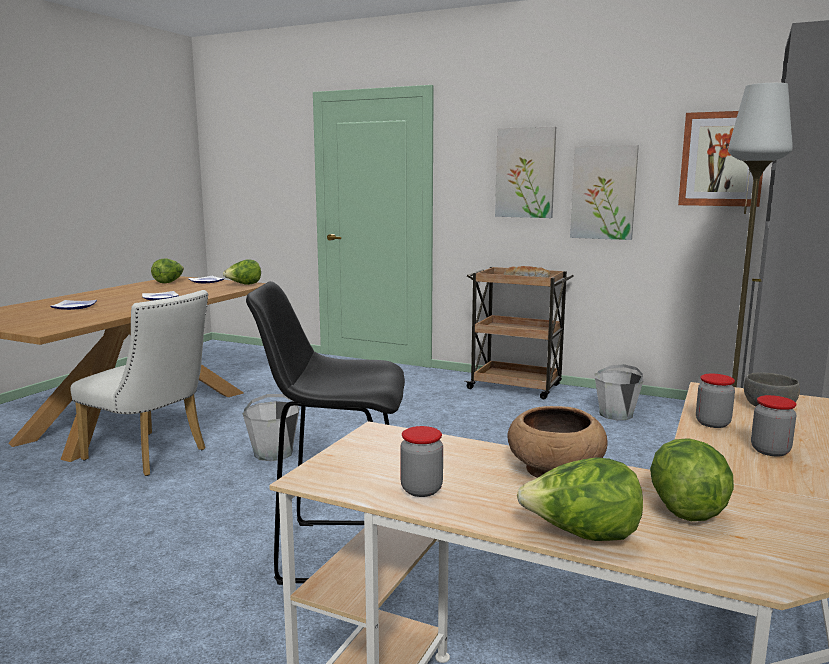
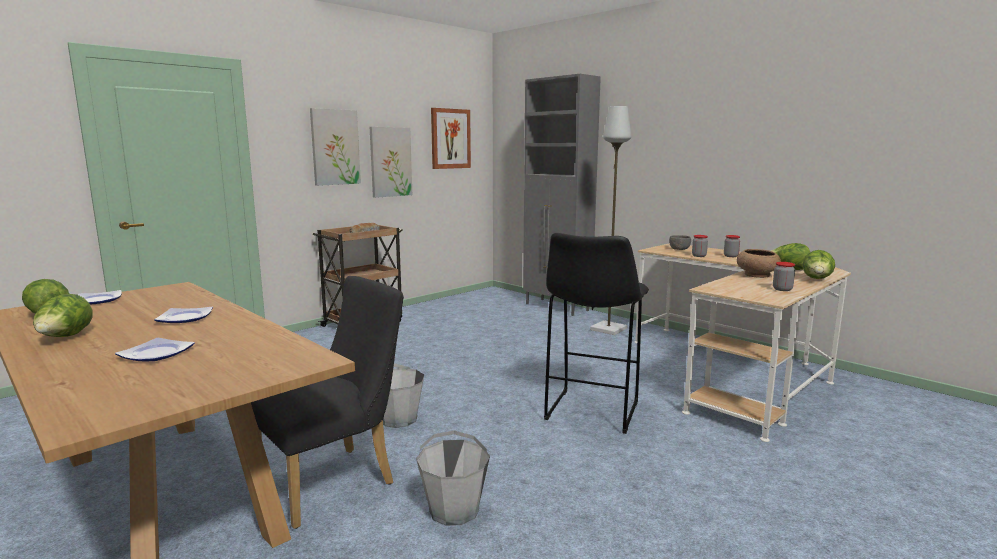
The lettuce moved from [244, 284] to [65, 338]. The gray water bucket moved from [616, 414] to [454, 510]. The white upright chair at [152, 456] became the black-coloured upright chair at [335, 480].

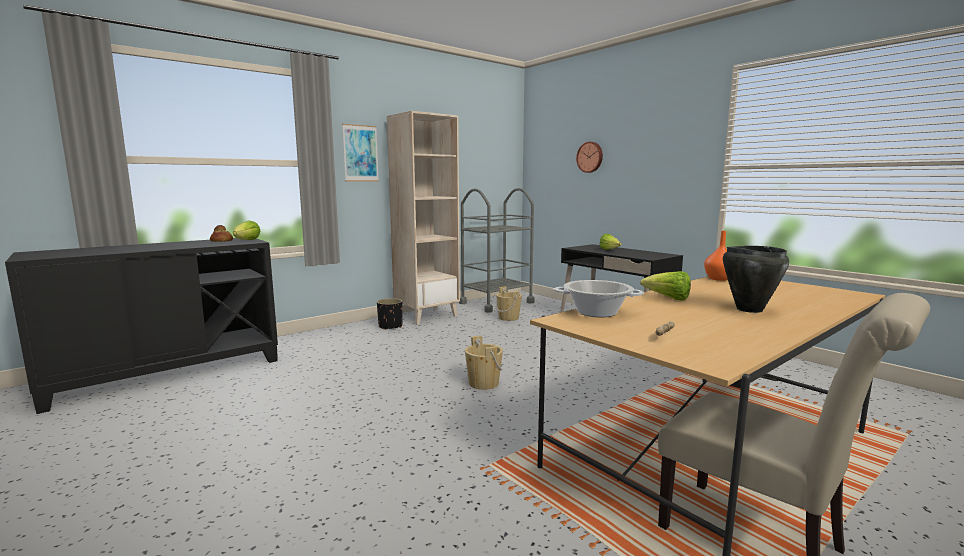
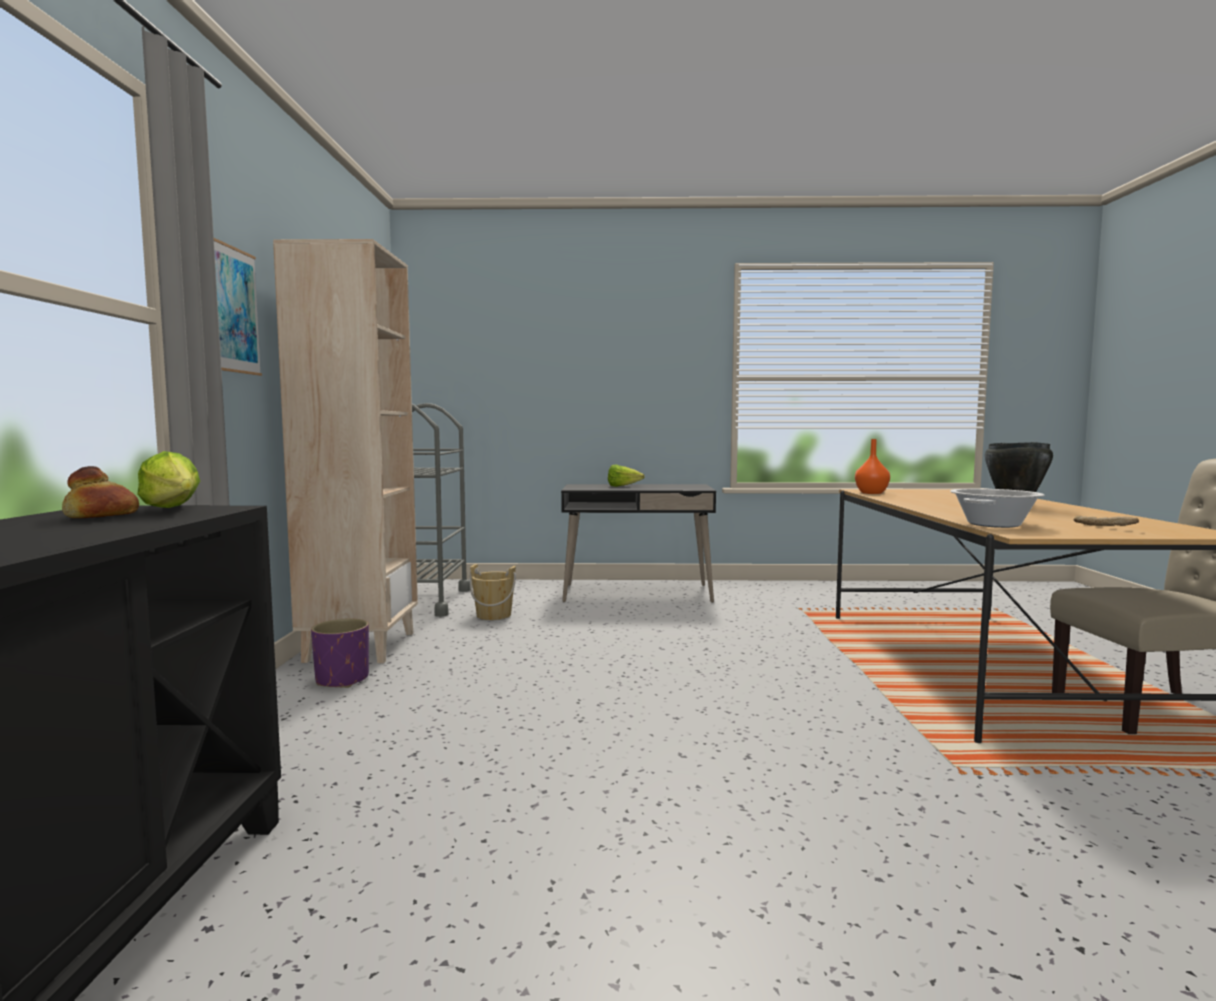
The beige water bucket at [483, 383] disappeared. The wall clock at [590, 157] disappeared. The lettuce at [668, 298] disappeared. The black-coloured planter at [390, 326] became the purplish planter at [342, 680].

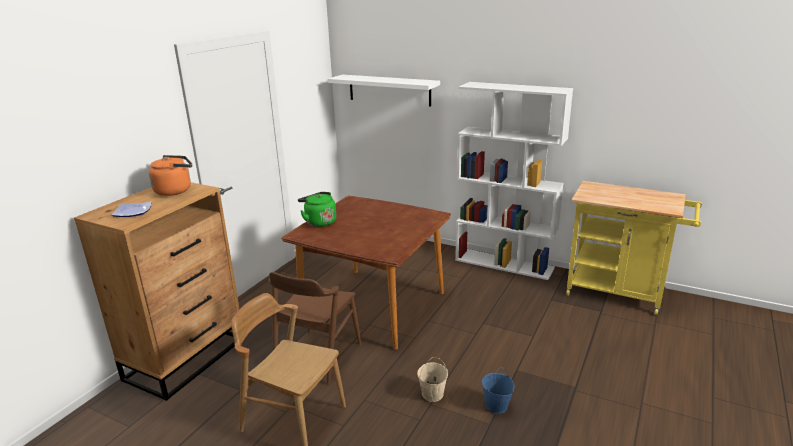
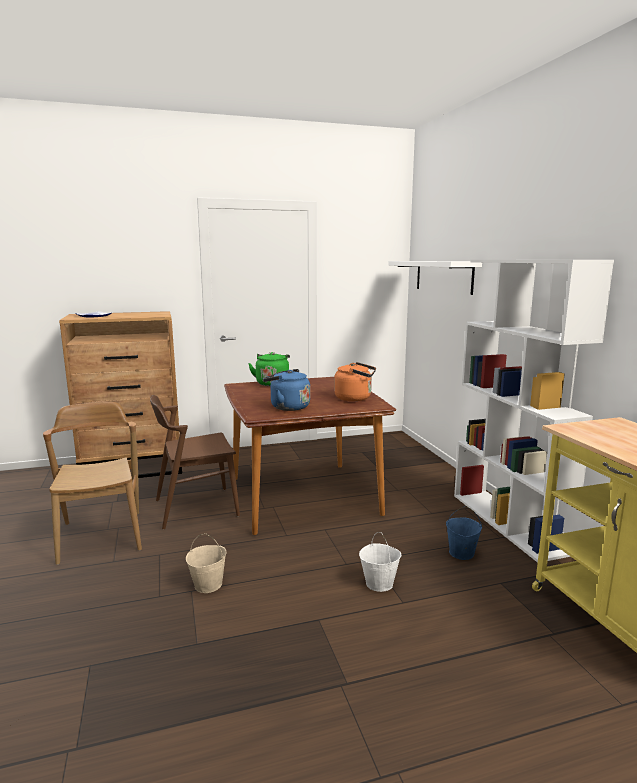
The blue water kettle at [287, 407] appeared. The white water bucket at [379, 583] appeared. The orange water kettle moved from [175, 190] to [355, 398]. The blue water bucket moved from [496, 405] to [461, 553].

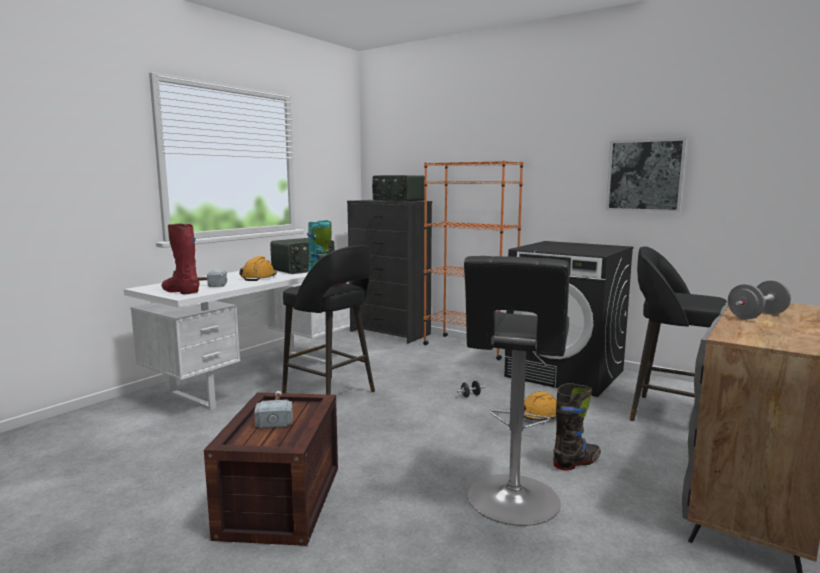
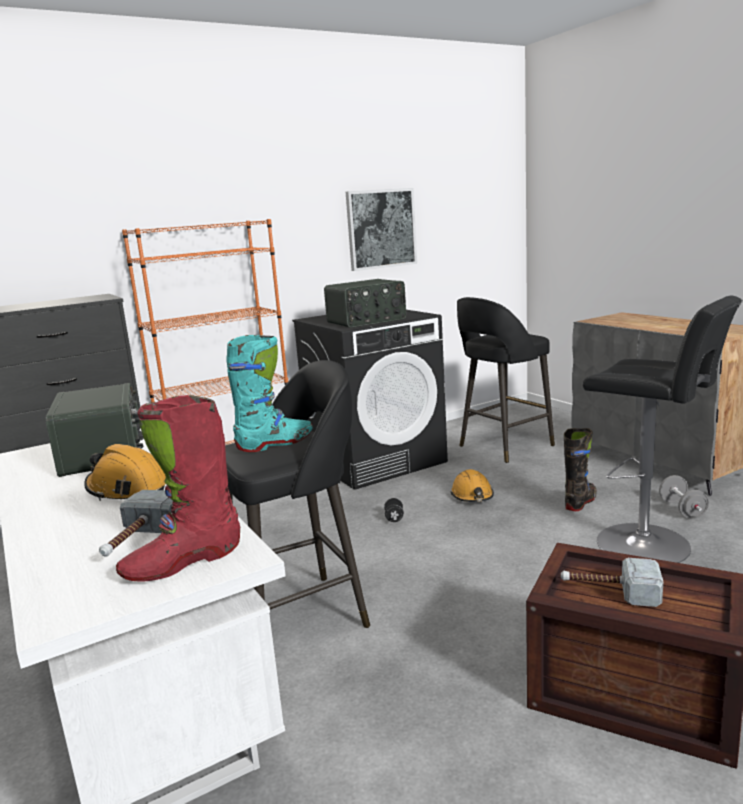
The radio set moved from [398, 200] to [367, 321]. The gray dumbbell moved from [757, 316] to [682, 509]. The black-coloured high-top boot at [576, 462] turned 45 degrees clockwise.

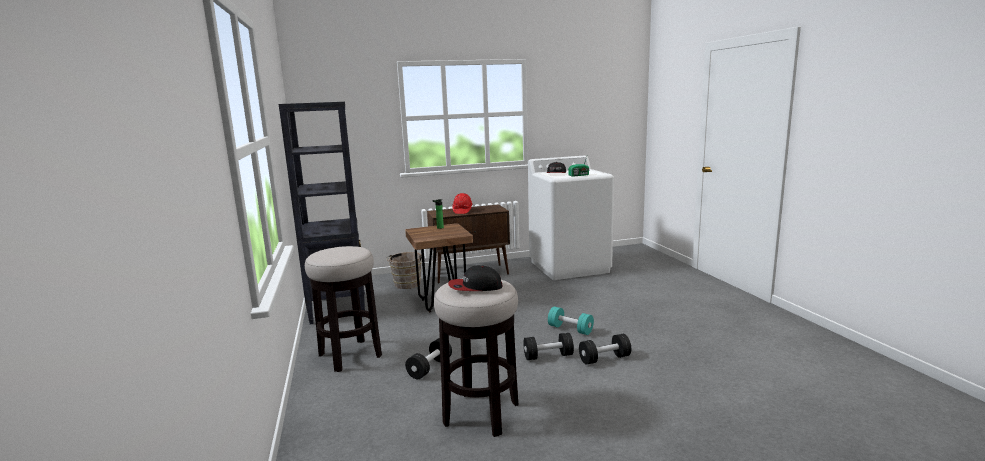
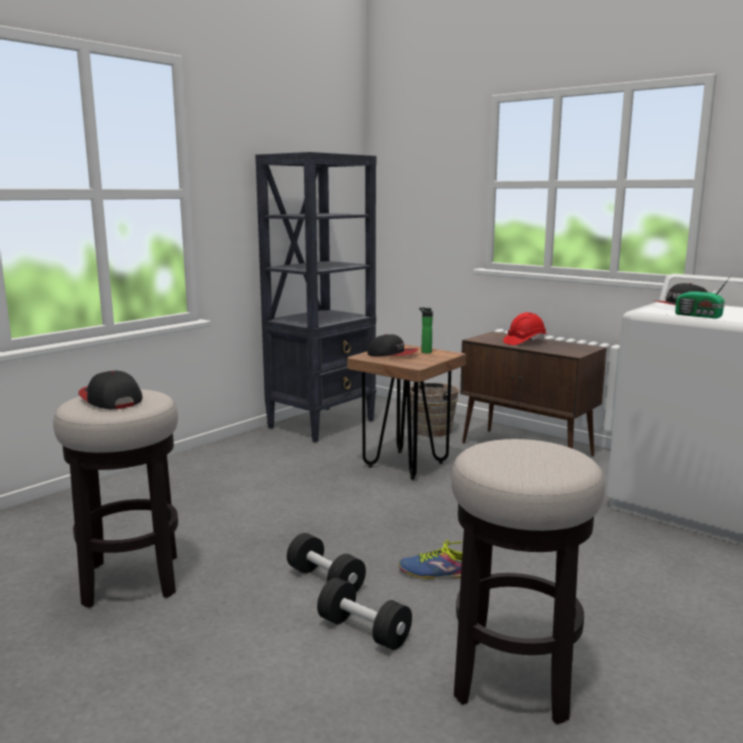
The black-coloured dumbbell at [430, 368] disappeared. The baseball cap at [393, 354] appeared. The sitting stool moved from [350, 355] to [515, 679]. The turquoise-coloured dumbbell at [570, 329] was replaced by the low shoe at [437, 573].

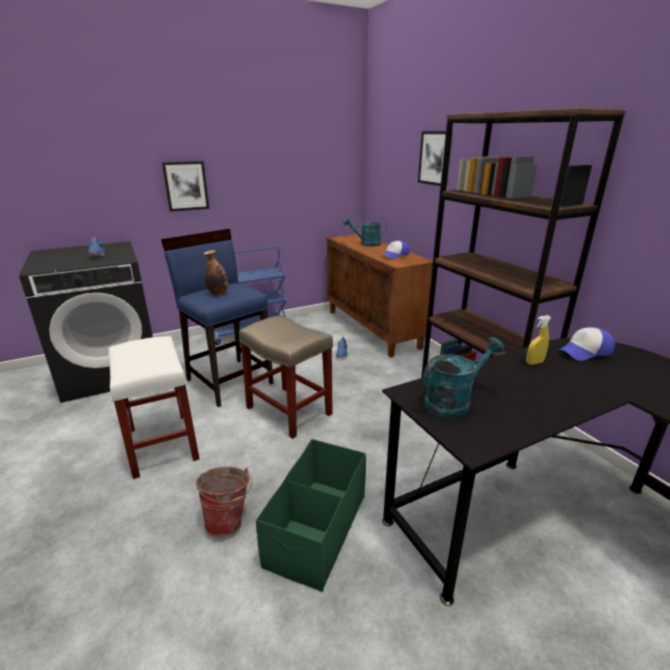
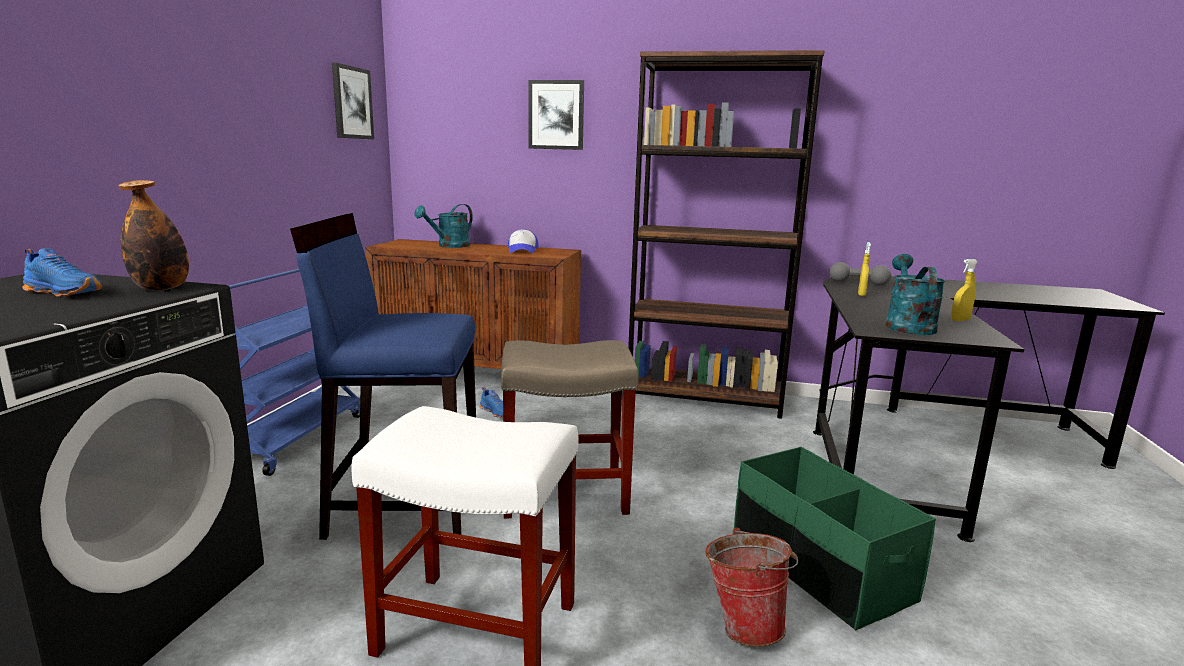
The yellowish hand sprayer at [960, 320] appeared. The wall art moved from [186, 186] to [351, 103]. The drink bottle moved from [218, 293] to [161, 289]. The baseball cap at [585, 351] was replaced by the gray dumbbell at [858, 283].

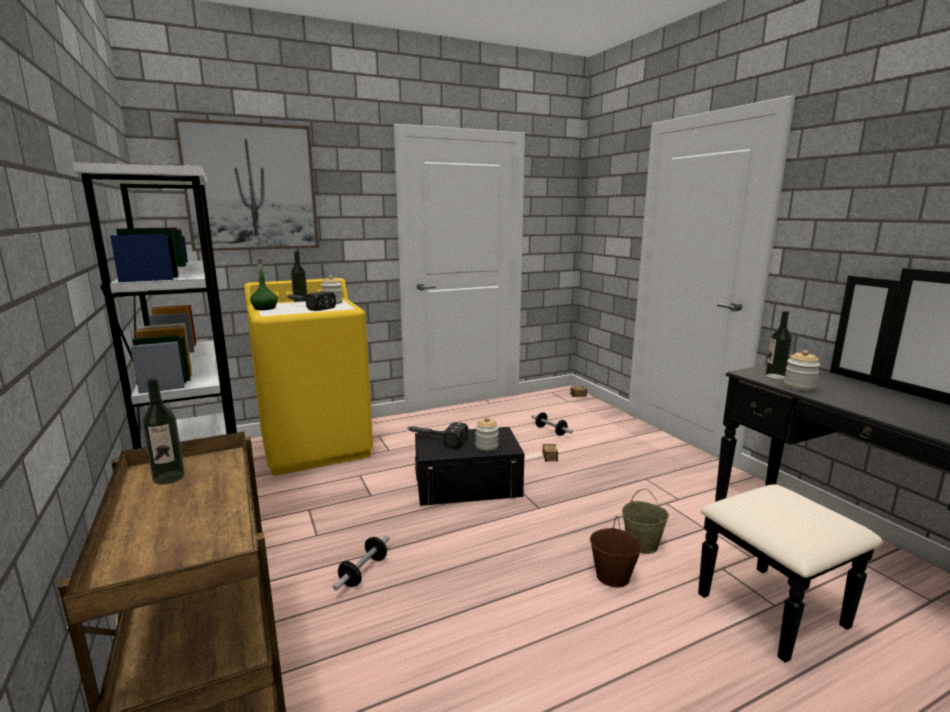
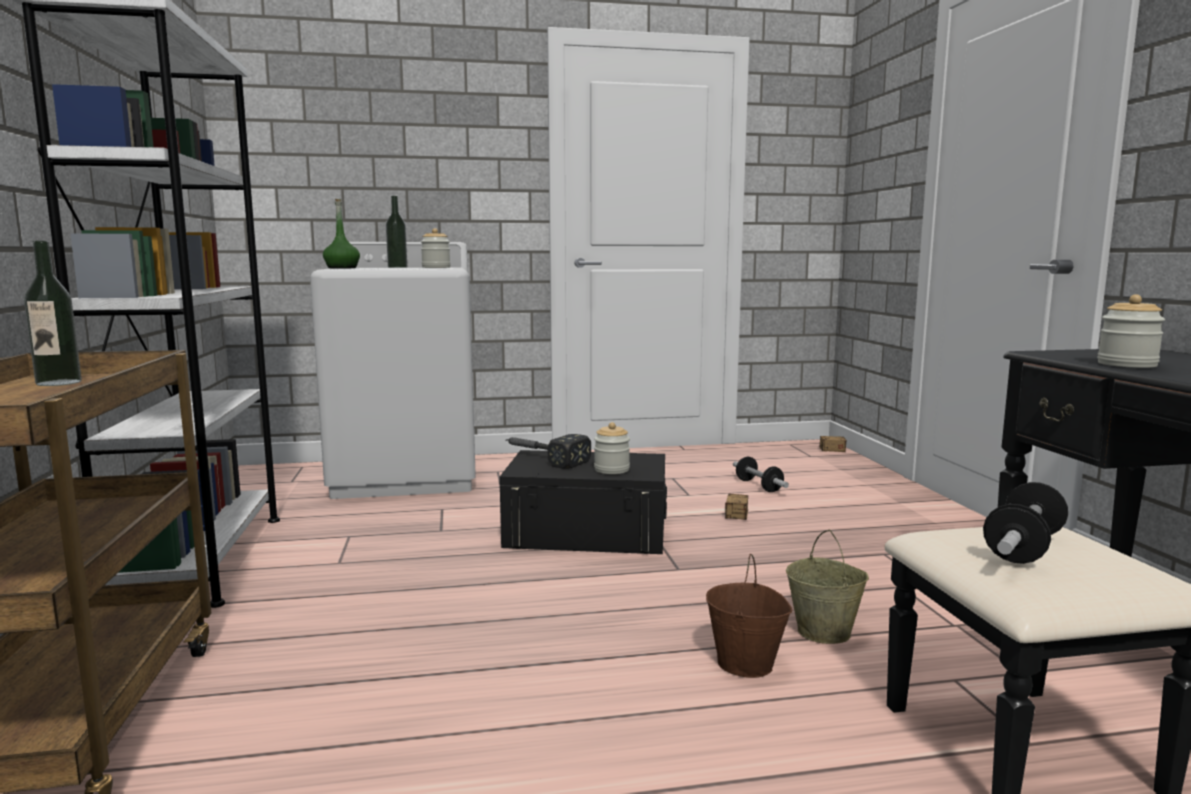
The wall art at [251, 188] disappeared. The hammer at [307, 306] disappeared. The drink bottle at [775, 376] disappeared. The dumbbell moved from [363, 572] to [1023, 548]. The yellowish laundry machine at [316, 446] became the white laundry machine at [407, 475].

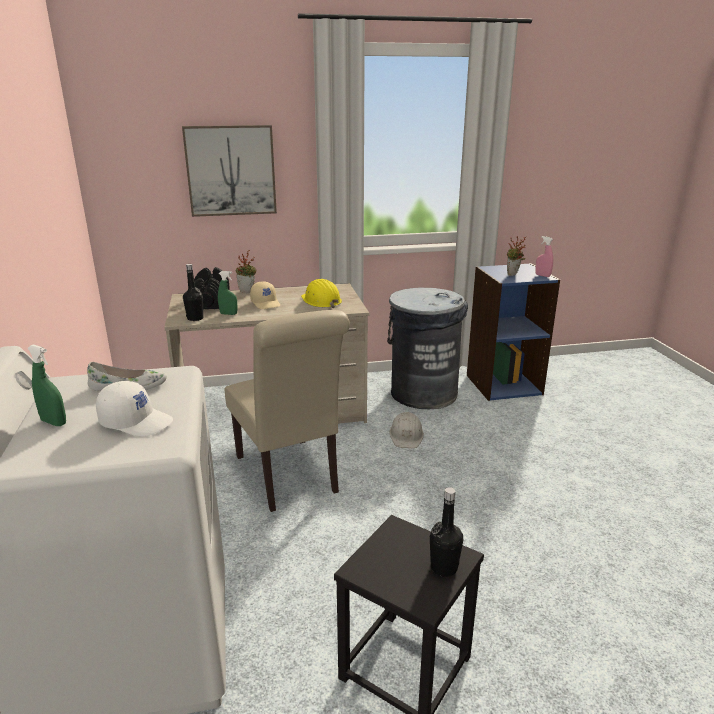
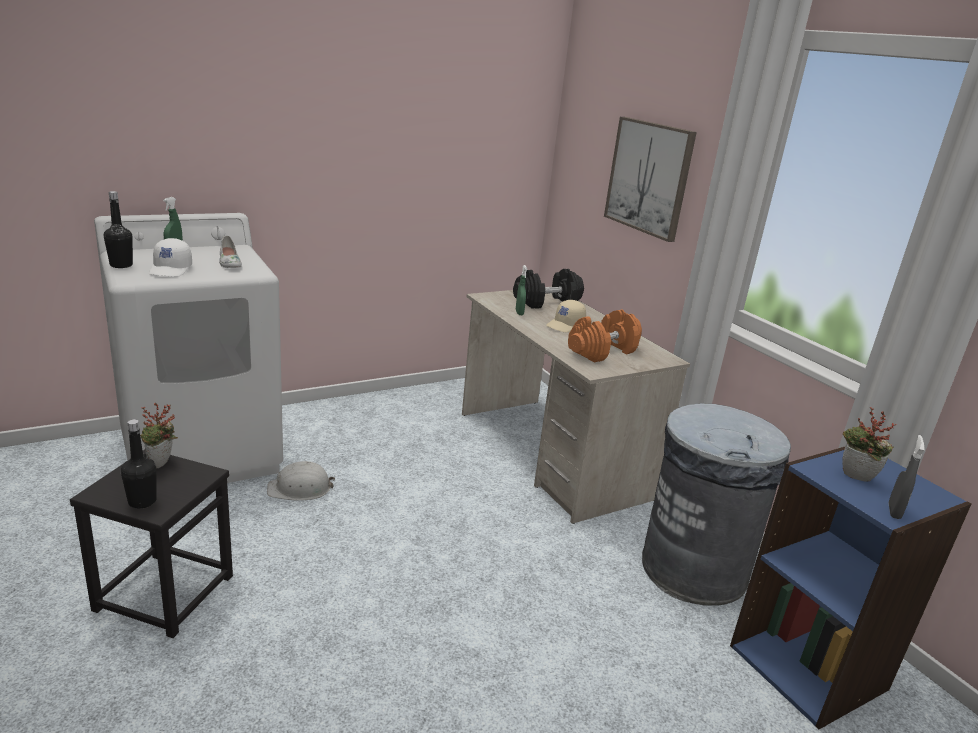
The beige upright chair at [289, 477] disappeared. The black-coloured drink bottle moved from [195, 318] to [121, 265]. The houseplant moved from [248, 292] to [162, 465]. The white safety helmet moved from [406, 435] to [300, 489]. The yellowish safety helmet at [321, 301] was replaced by the orange dumbbell at [602, 351]. The pink hand sprayer at [542, 275] became the gray hand sprayer at [894, 511].

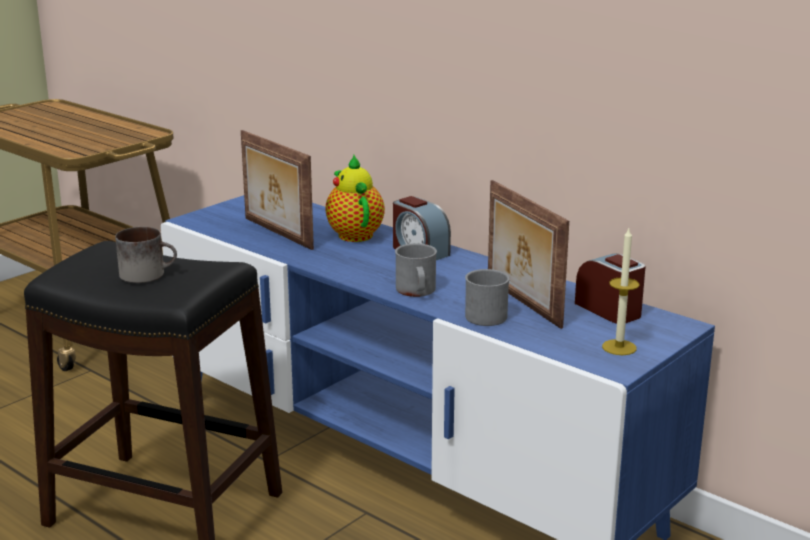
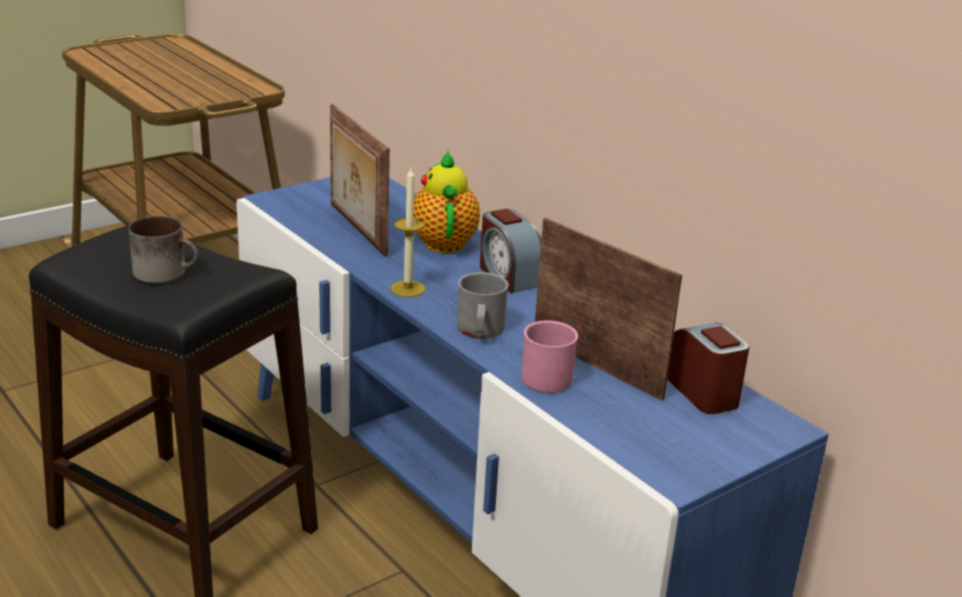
The candle moved from [619, 347] to [407, 289]. The gray tea mug at [483, 314] became the pink tea mug at [545, 374]. The photo frame at [521, 303] turned 150 degrees clockwise.

